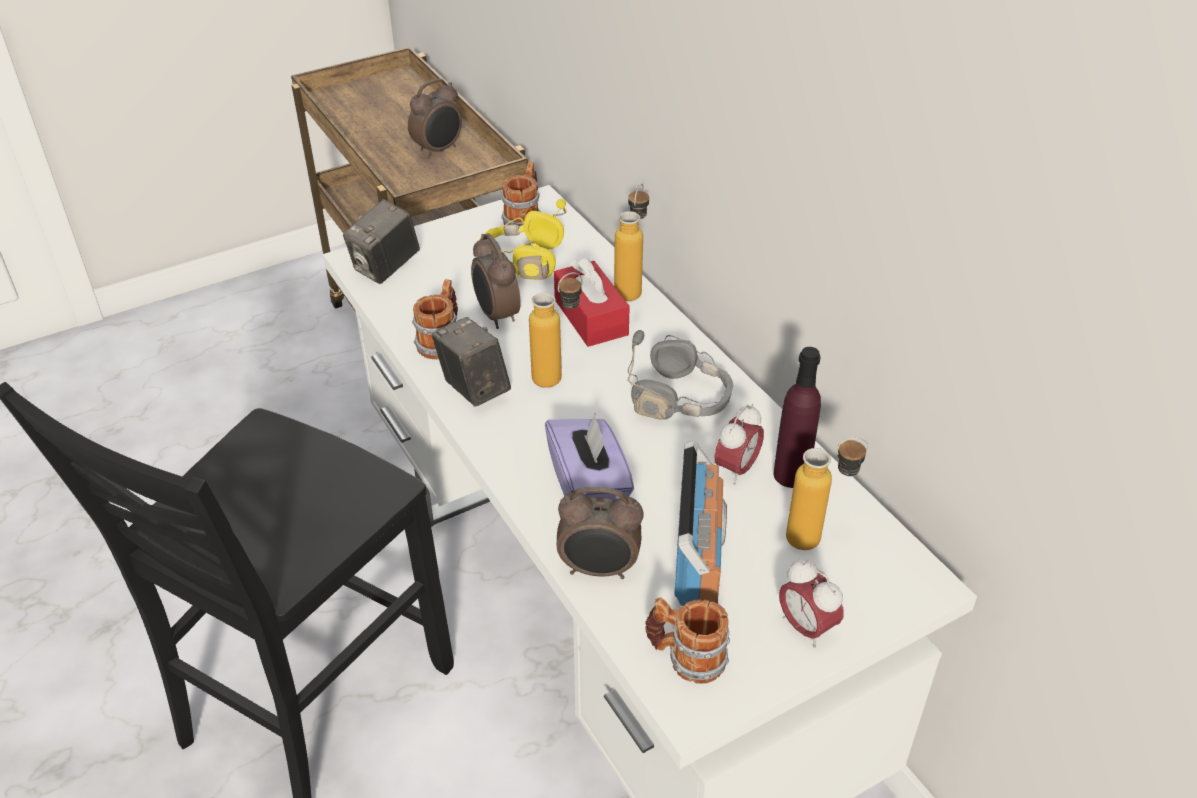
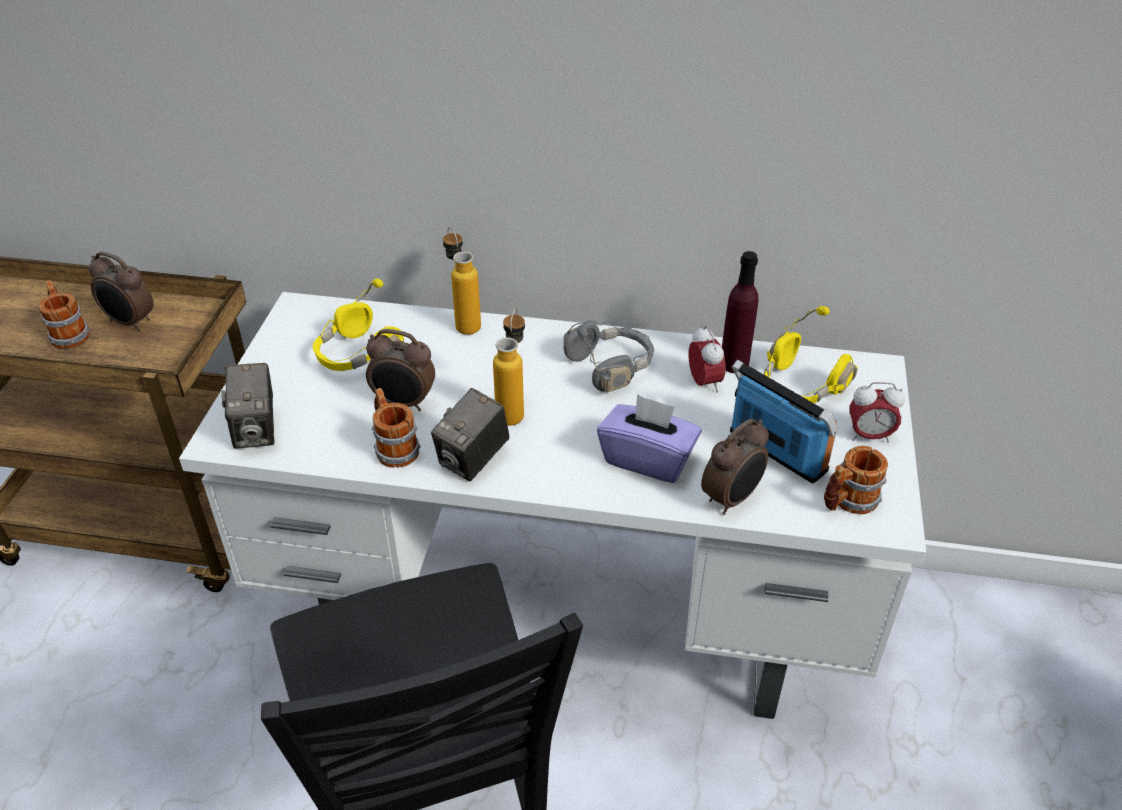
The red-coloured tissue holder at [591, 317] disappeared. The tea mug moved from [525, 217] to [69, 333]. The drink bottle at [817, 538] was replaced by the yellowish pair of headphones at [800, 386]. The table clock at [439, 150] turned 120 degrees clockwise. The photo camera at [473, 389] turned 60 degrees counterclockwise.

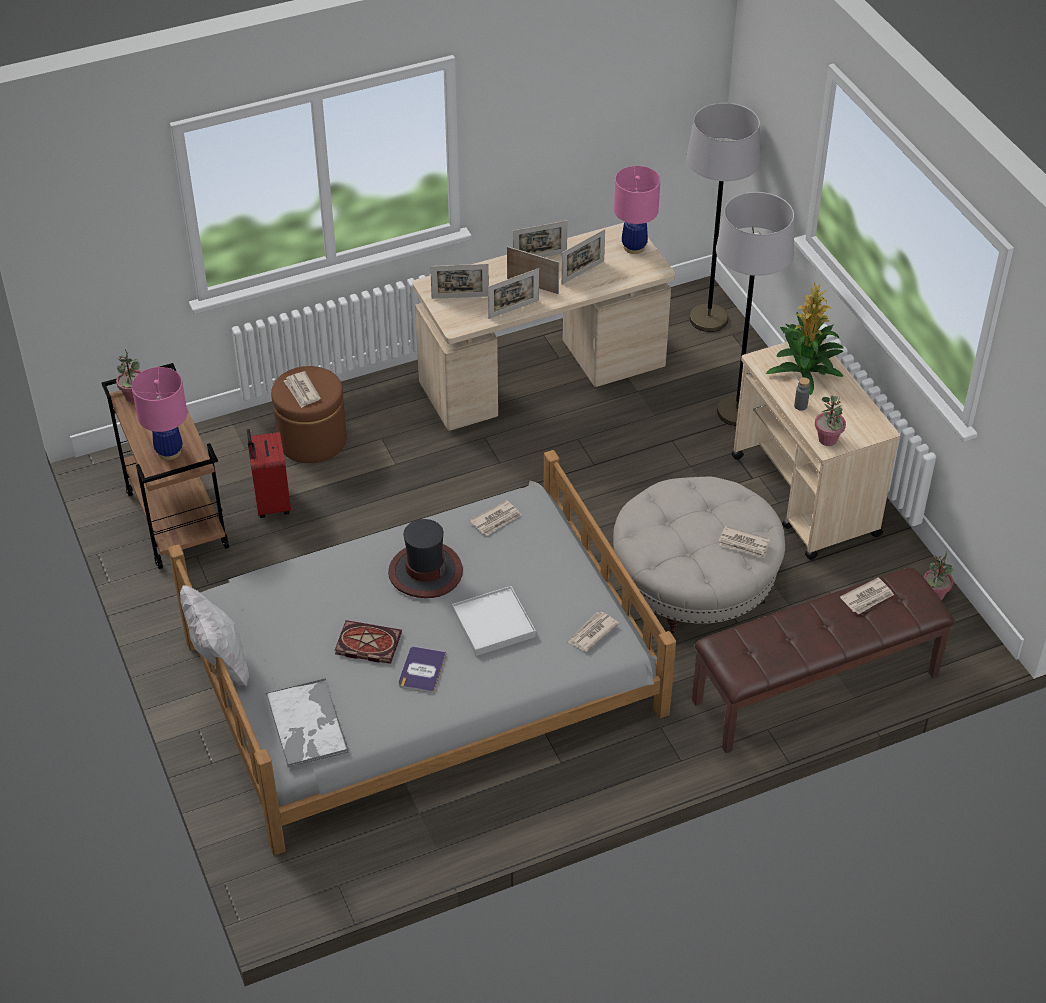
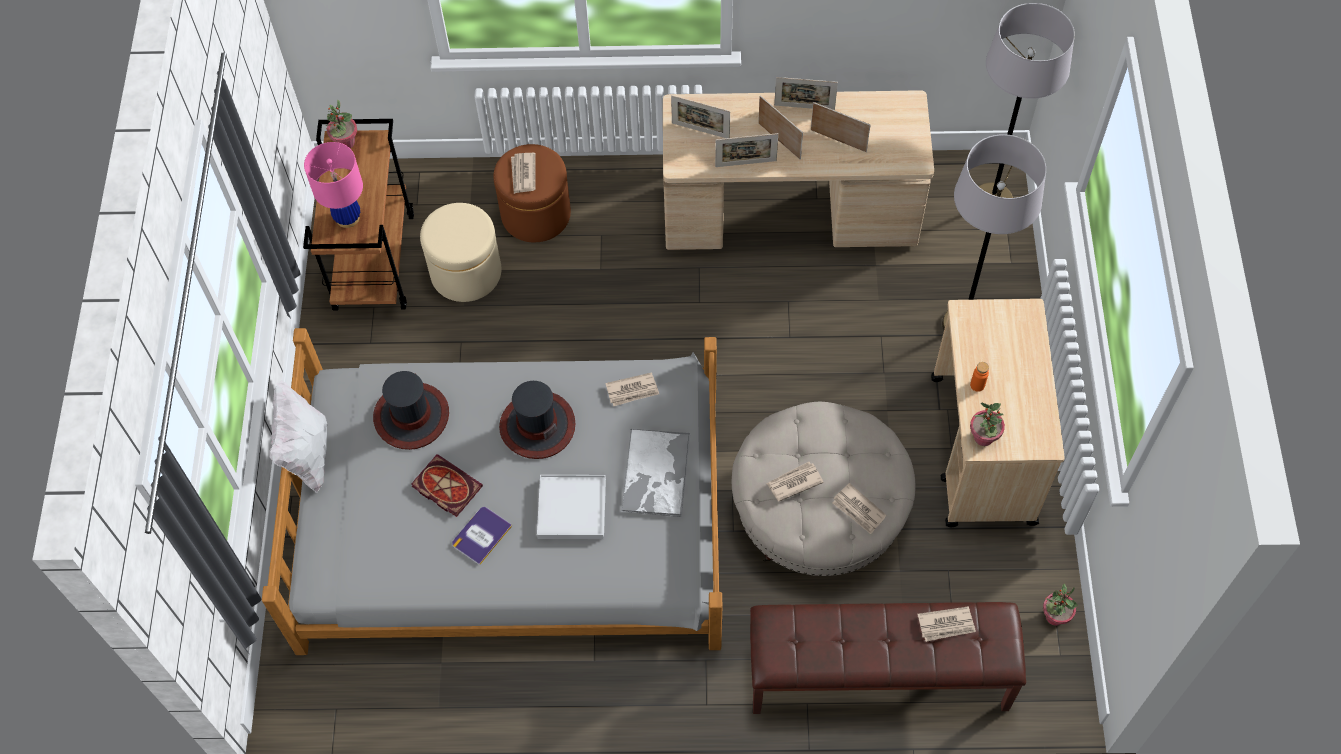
The pink table lamp at [634, 247] disappeared. The houseplant at [805, 371] disappeared. The wearable hat at [411, 416] appeared. The tray moved from [307, 724] to [656, 474]. The newspaper moved from [592, 633] to [794, 482]. The red-coloured suitcase at [271, 503] was replaced by the beige footrest at [466, 273]. The gray drink bottle at [800, 406] became the orange drink bottle at [977, 385]. The photo frame at [582, 272] turned 135 degrees counterclockwise.

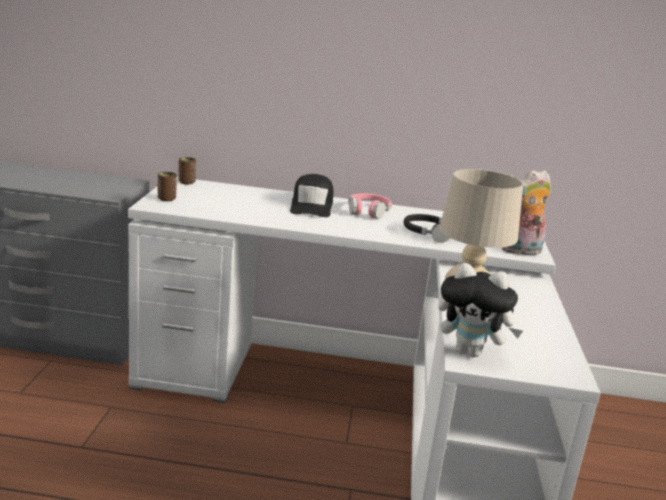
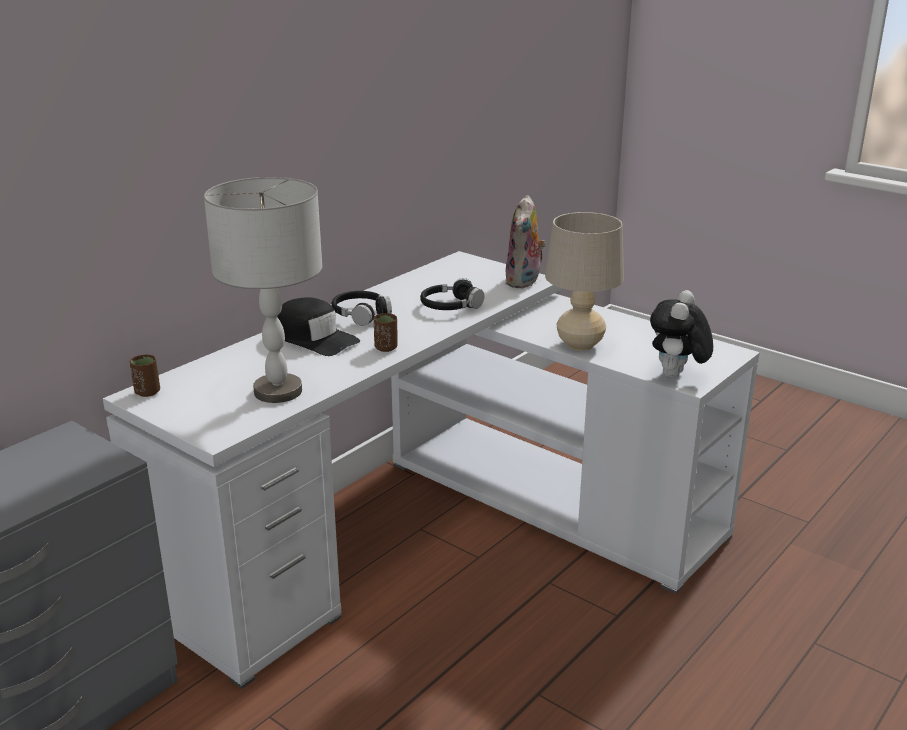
The gray table lamp at [278, 392] appeared. The brownish cup moved from [166, 199] to [386, 348]. The pink pair of headphones at [368, 211] became the black-coloured pair of headphones at [361, 315]. The plush toy at [471, 352] turned 150 degrees clockwise.

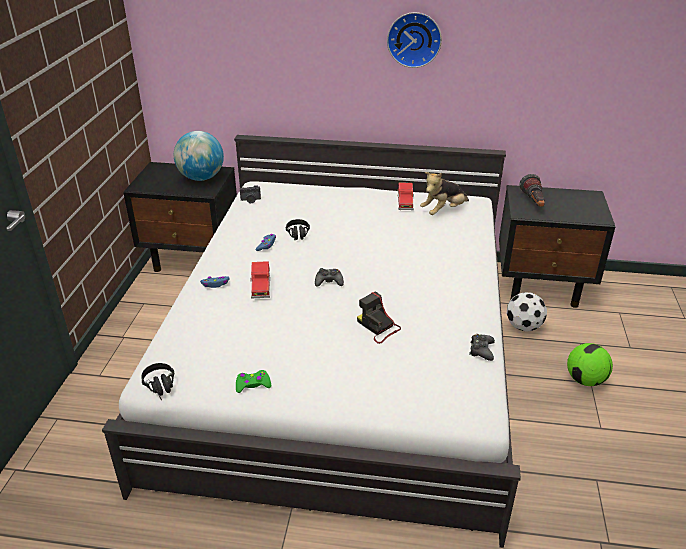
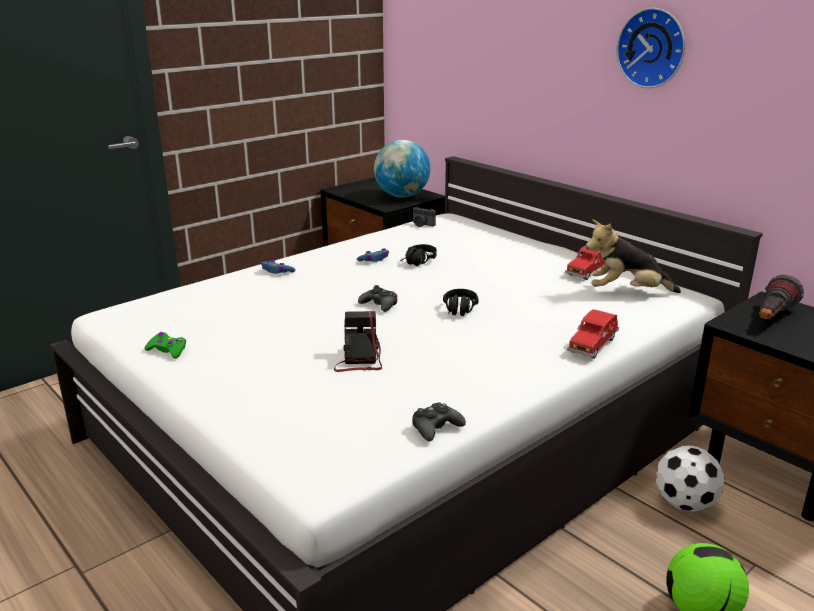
The black-coloured pair of headphones moved from [161, 388] to [459, 311]. The red-coloured toy car moved from [261, 286] to [593, 345].

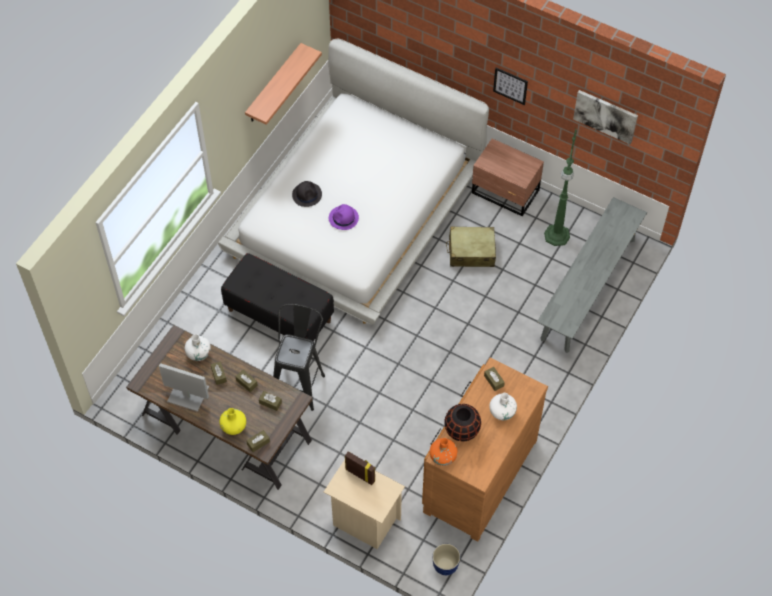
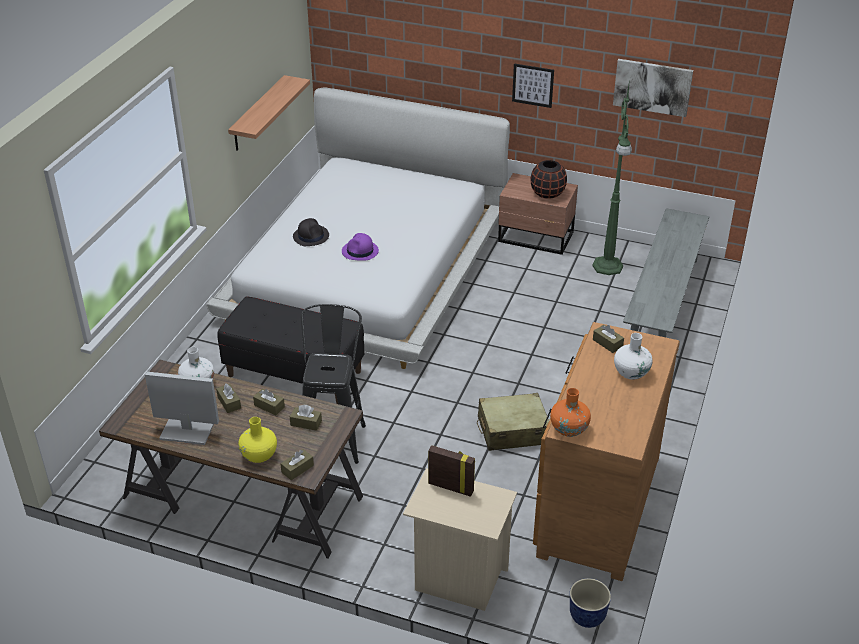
The black-coloured flower vase moved from [462, 430] to [547, 194]. The beige suitcase moved from [471, 252] to [512, 431].

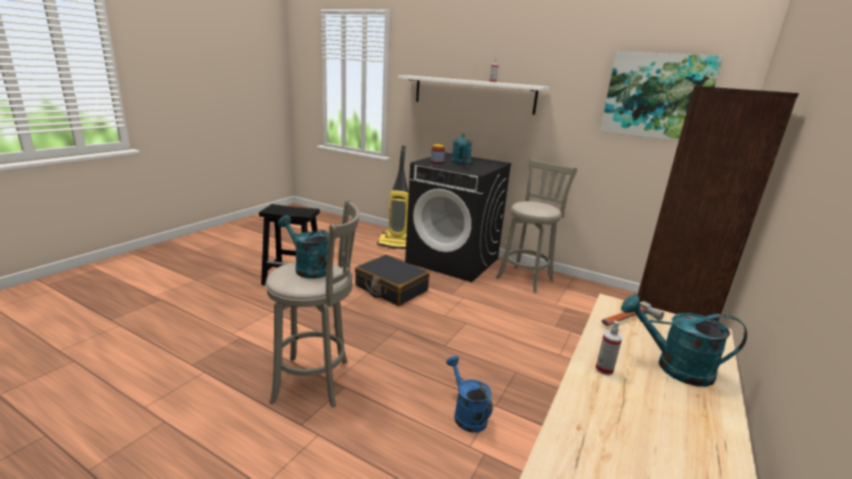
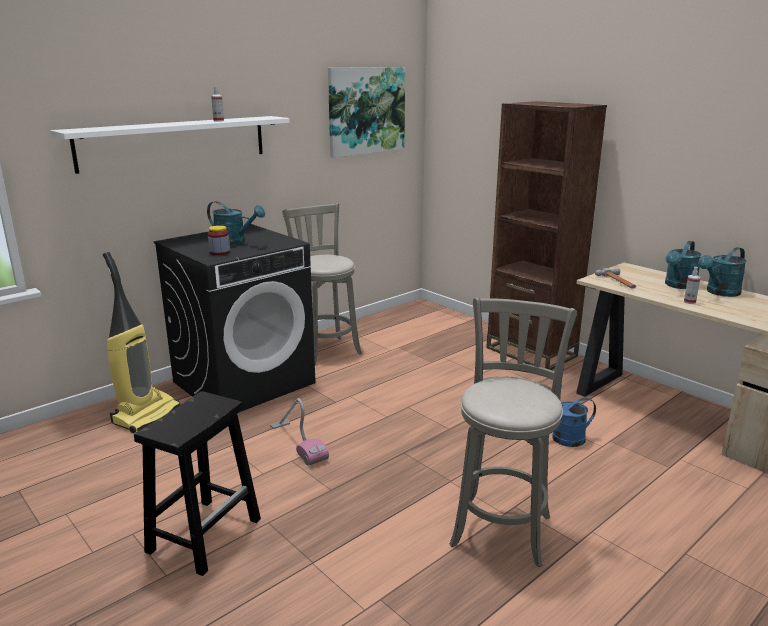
The turquoise-coloured watering can moved from [308, 268] to [719, 292]. The black-coloured suitcase at [391, 288] was replaced by the vacuum cleaner at [298, 443].

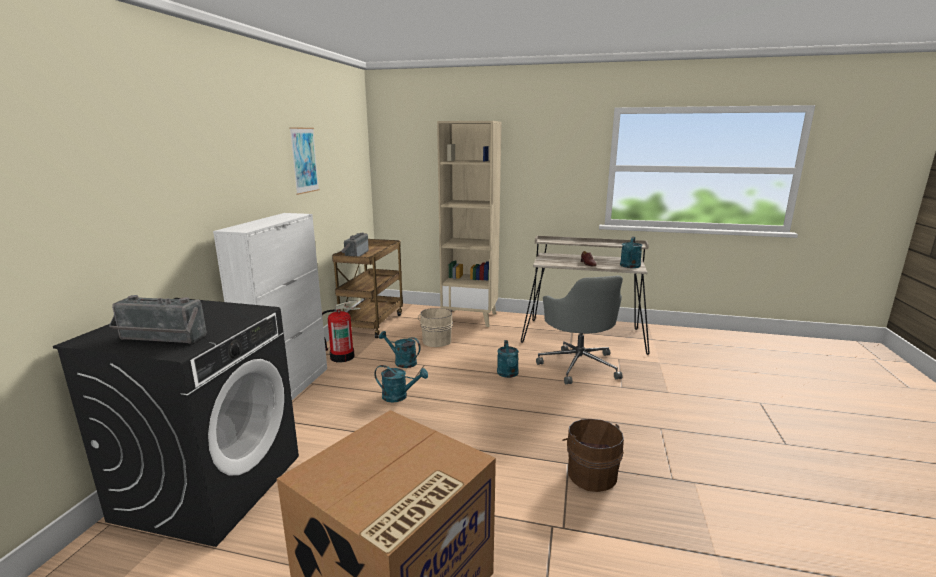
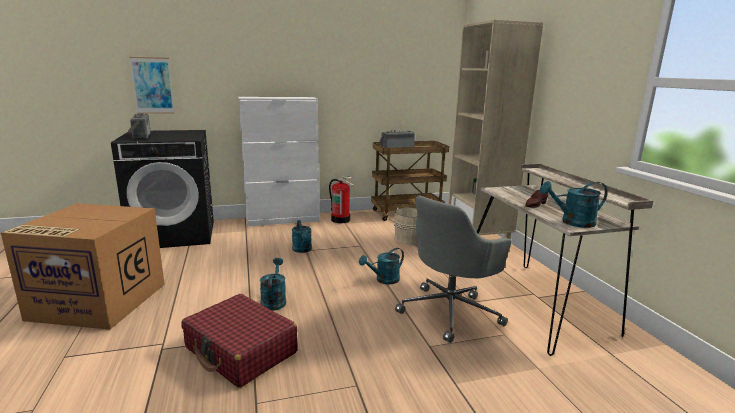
The wall art moved from [304, 160] to [152, 85]. The turquoise-coloured watering can moved from [402, 362] to [274, 300]. The brownish water bucket at [590, 474] was replaced by the red-coloured suitcase at [241, 350].

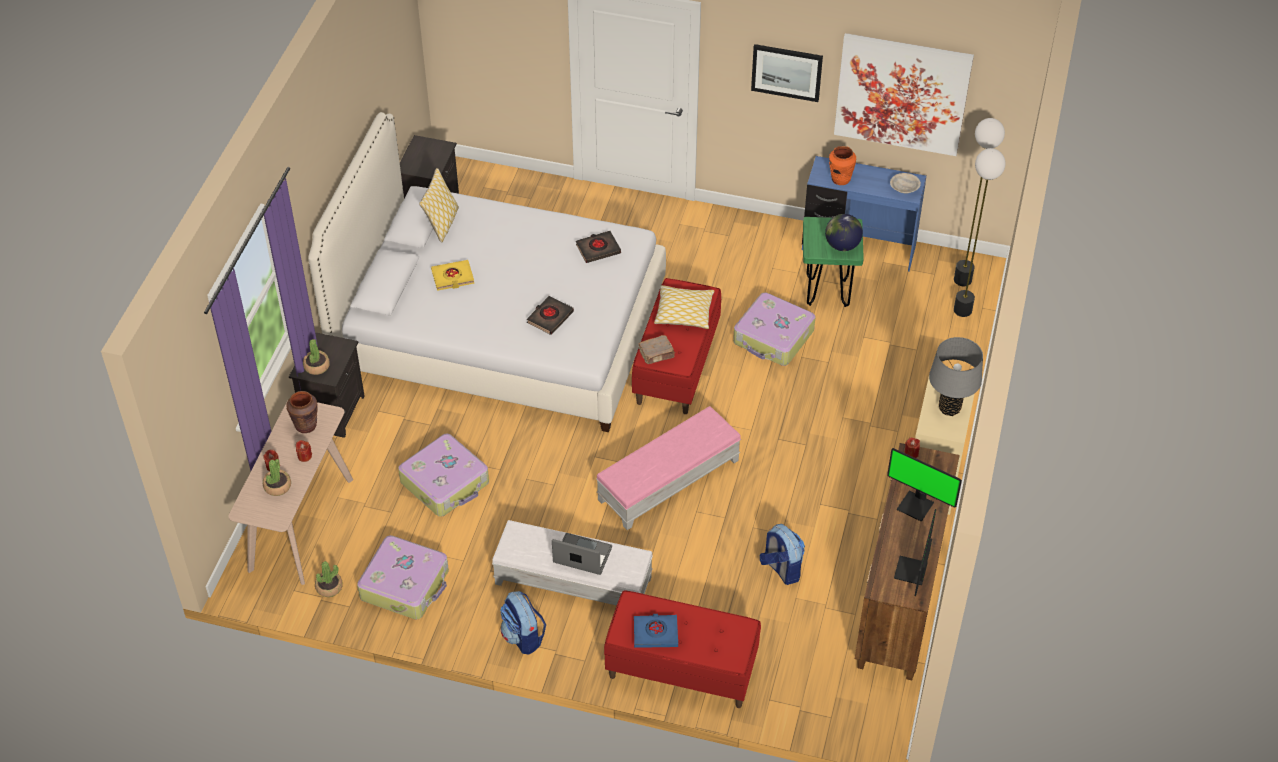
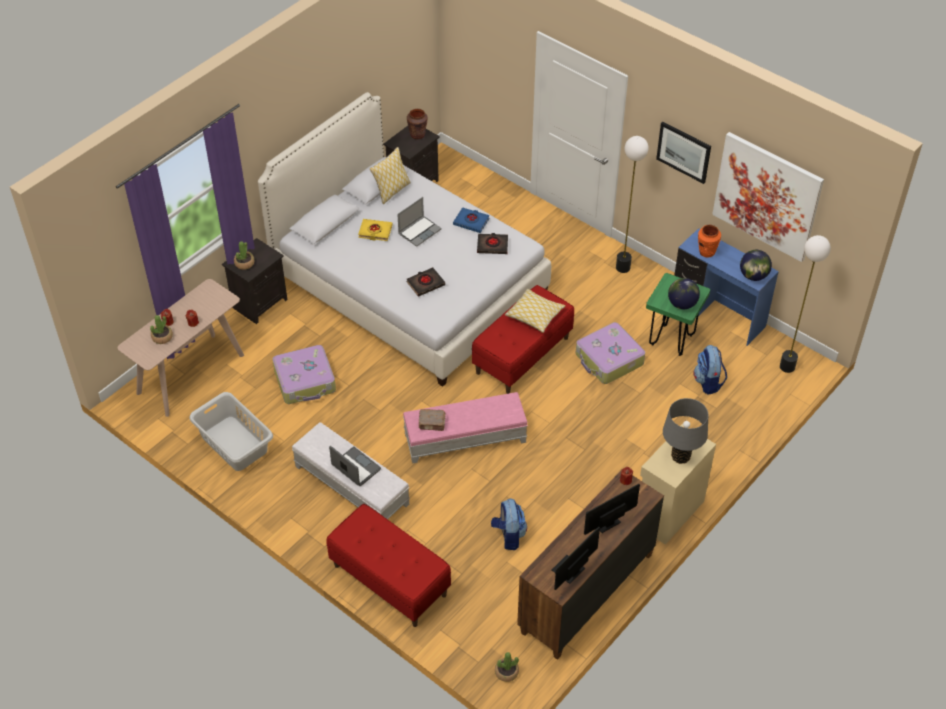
The notebook computer at [419, 231] appeared. The brownish flower vase moved from [306, 425] to [417, 135]. The houseplant moved from [329, 587] to [506, 672]. The knapsack moved from [523, 637] to [708, 382]. The blue book moved from [655, 633] to [471, 222]. The brownish book moved from [657, 354] to [432, 423]. The standing lamp moved from [963, 310] to [623, 267]. The suitcase at [406, 584] was replaced by the gray washing basket at [234, 443]. The beige bowl at [904, 189] was replaced by the globe at [753, 276]. The computer screen at [916, 505] turned 90 degrees clockwise.

